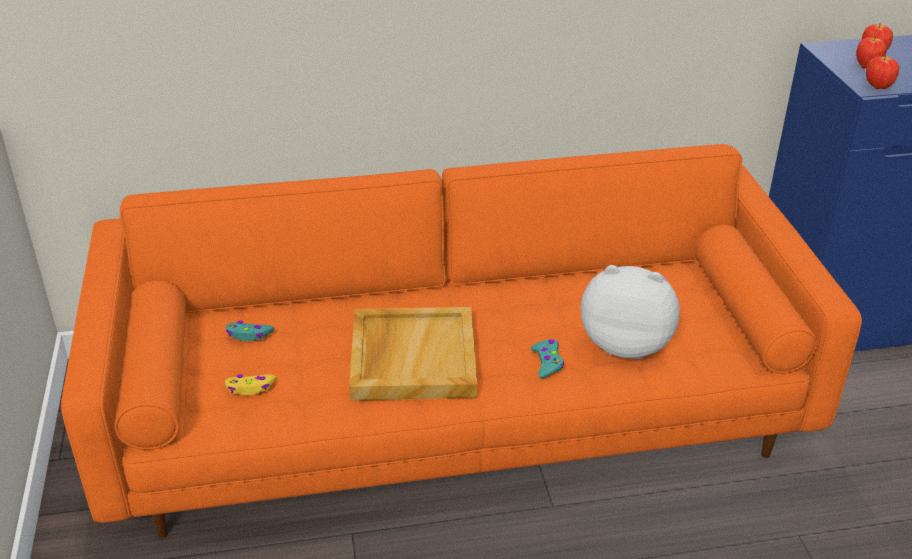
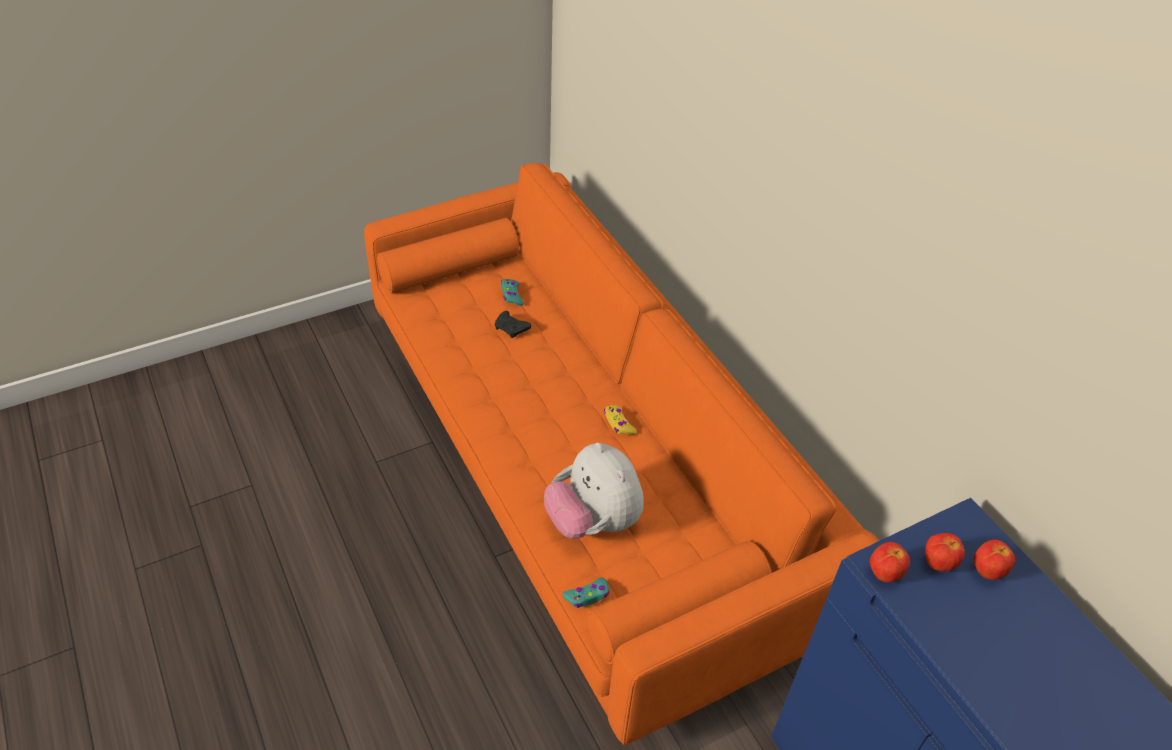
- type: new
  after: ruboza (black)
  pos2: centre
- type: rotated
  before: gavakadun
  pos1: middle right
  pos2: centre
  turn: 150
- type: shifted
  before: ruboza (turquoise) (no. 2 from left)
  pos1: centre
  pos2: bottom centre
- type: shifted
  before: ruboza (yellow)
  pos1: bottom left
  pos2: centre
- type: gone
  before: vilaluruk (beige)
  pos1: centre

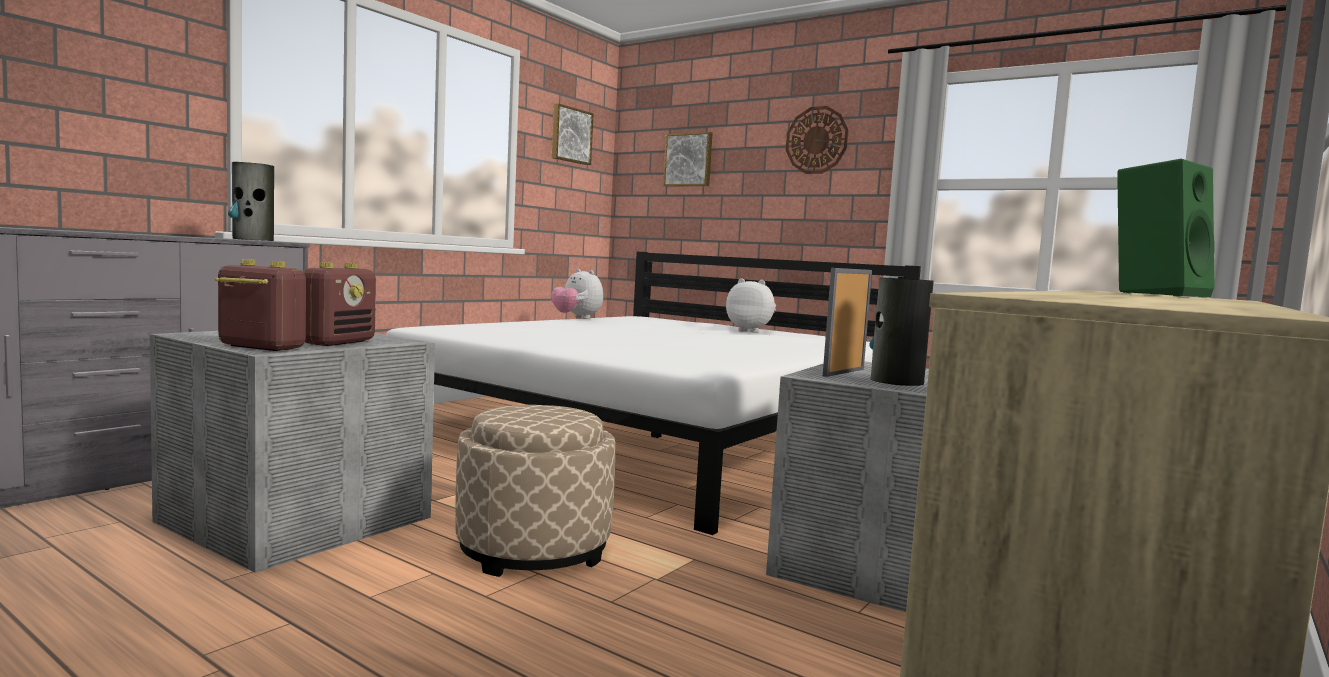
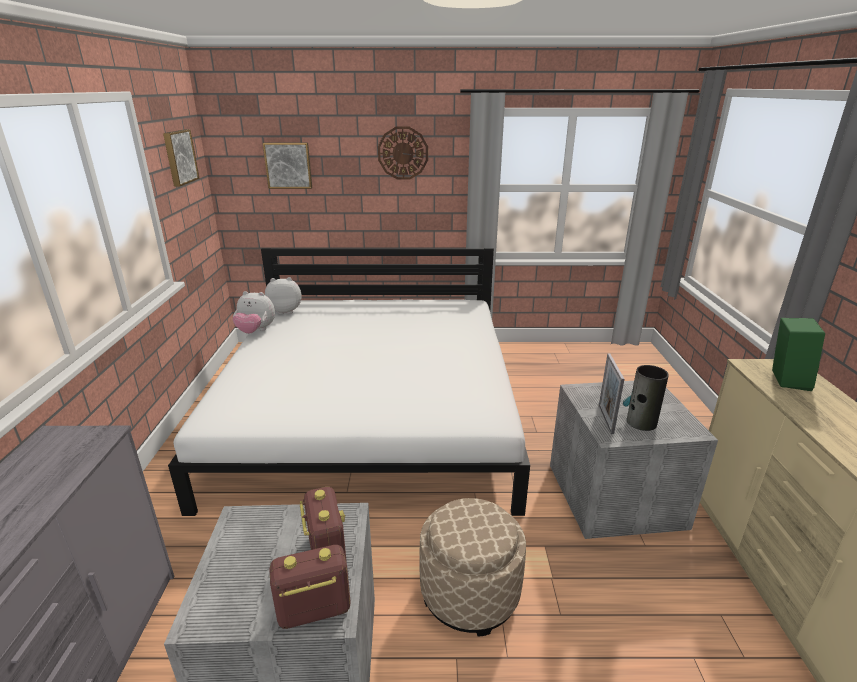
- type: shifted
  before: gavakadun (no. 2 from left)
  pos1: centre
  pos2: middle left
- type: gone
  before: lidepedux (no. 1 from left)
  pos1: top left

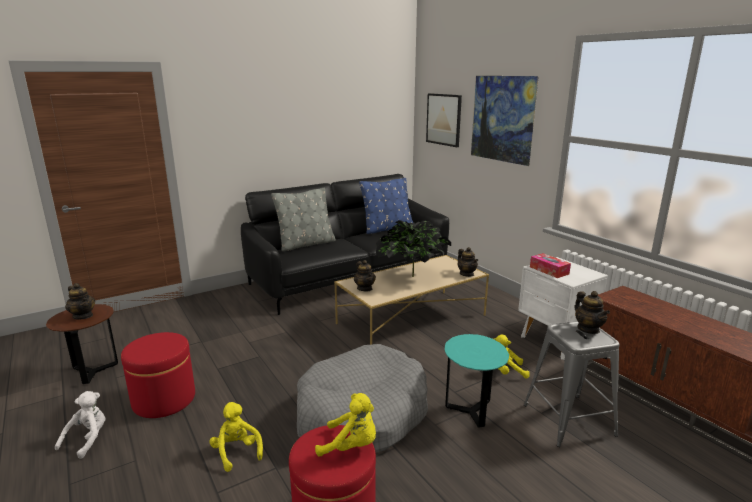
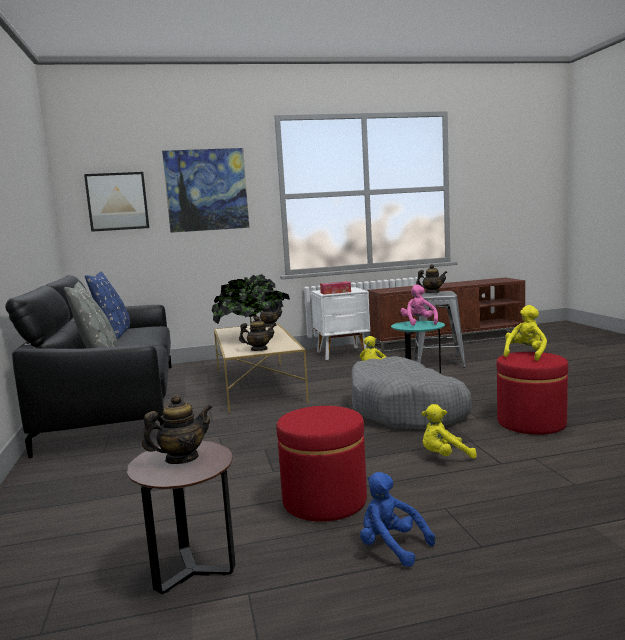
- type: repainted
  before: gavakadun (white)
  after: gavakadun (blue)
  pos1: bottom left
  pos2: bottom centre
- type: new
  after: gavakadun (pink)
  pos2: middle right

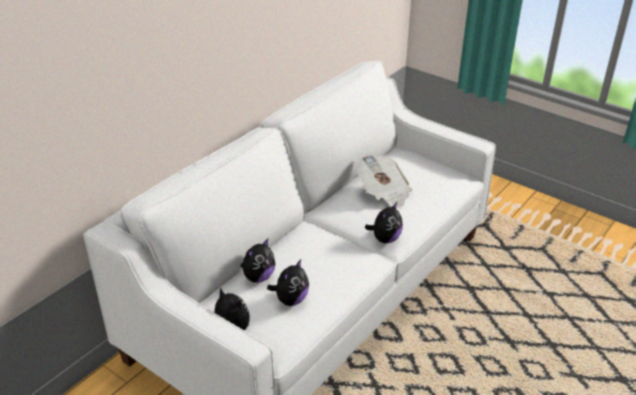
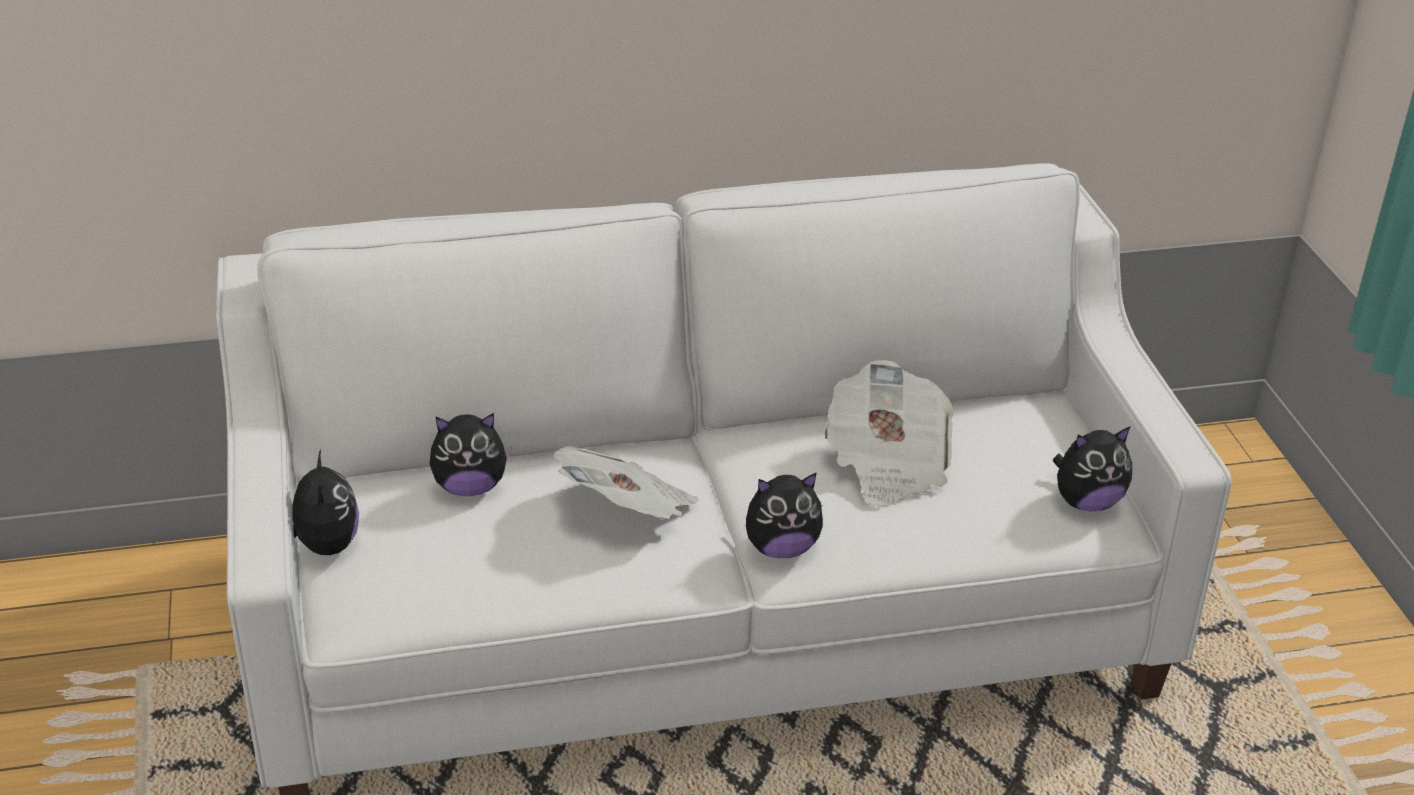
- type: new
  after: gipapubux (no. 1 from left)
  pos2: centre
- type: shifted
  before: gavakadun (no. 3 from left in the first image)
  after: gavakadun (no. 4 from left)
  pos1: bottom centre
  pos2: middle right

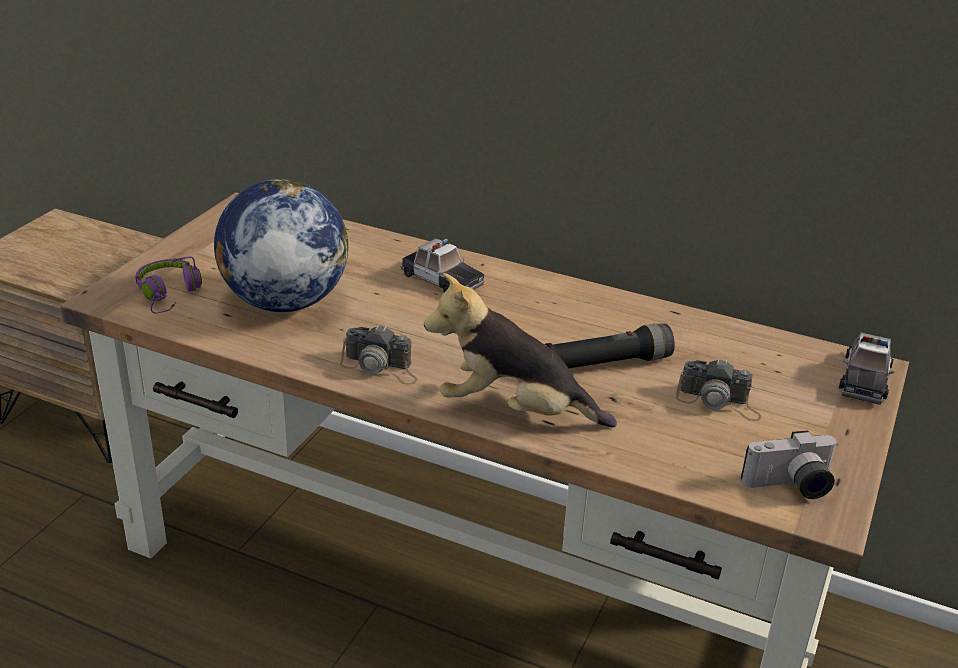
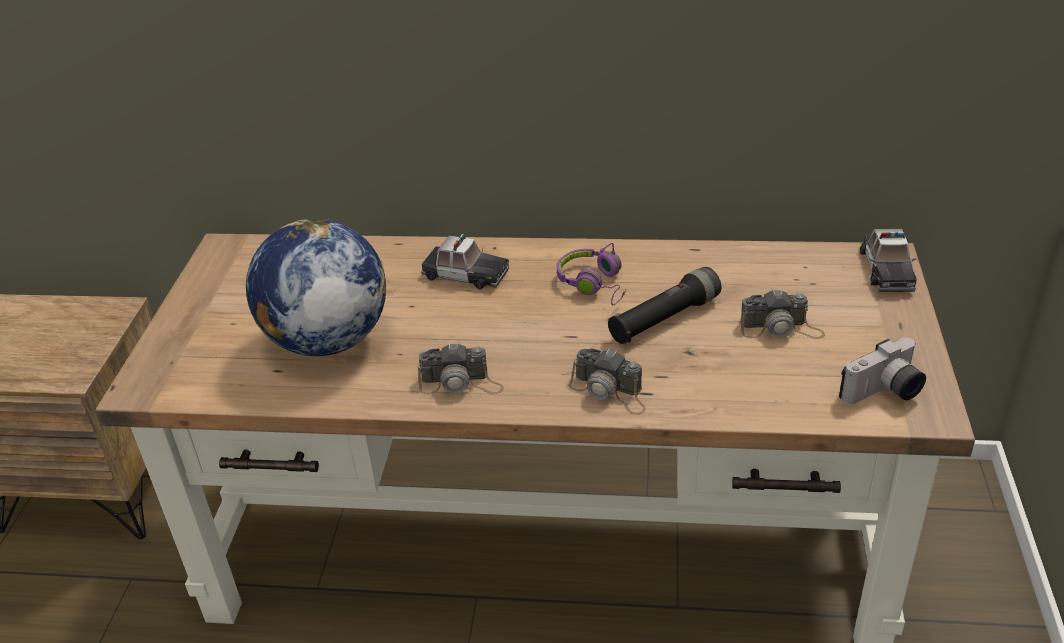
- type: shifted
  before: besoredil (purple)
  pos1: middle left
  pos2: centre
- type: swapped
  before: gavakadun
  after: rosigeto (no. 2 from left)
  pos1: centre
  pos2: centre

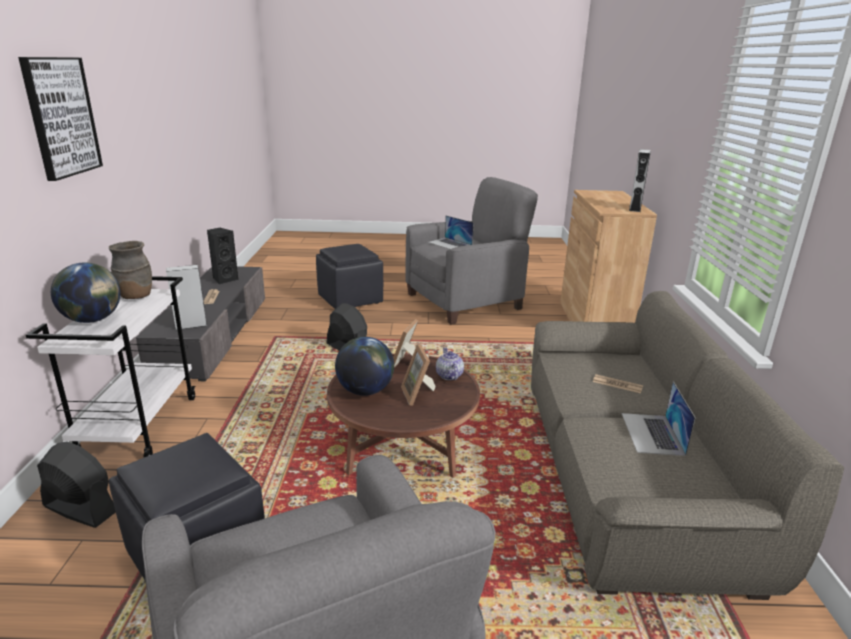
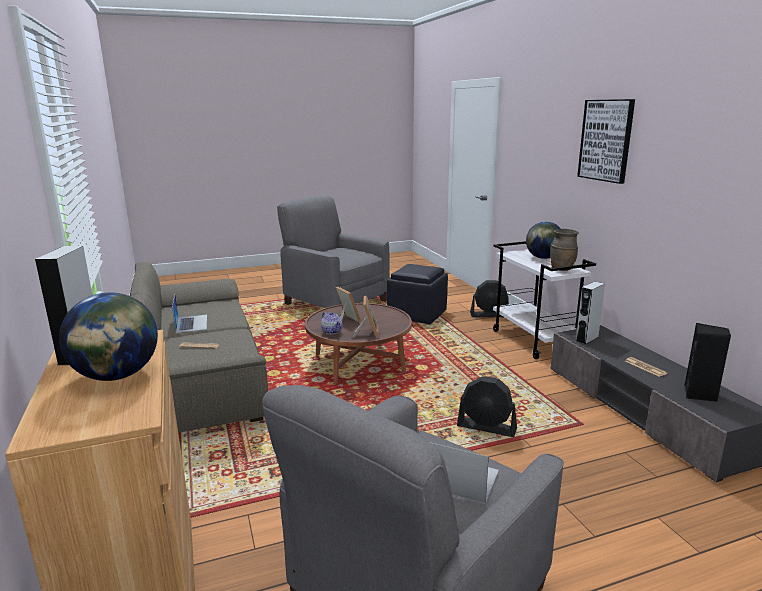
- type: shifted
  before: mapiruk (no. 2 from left in the first image)
  after: mapiruk (no. 1 from left)
  pos1: centre
  pos2: middle left
- type: gone
  before: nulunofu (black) (no. 2 from left)
  pos1: centre

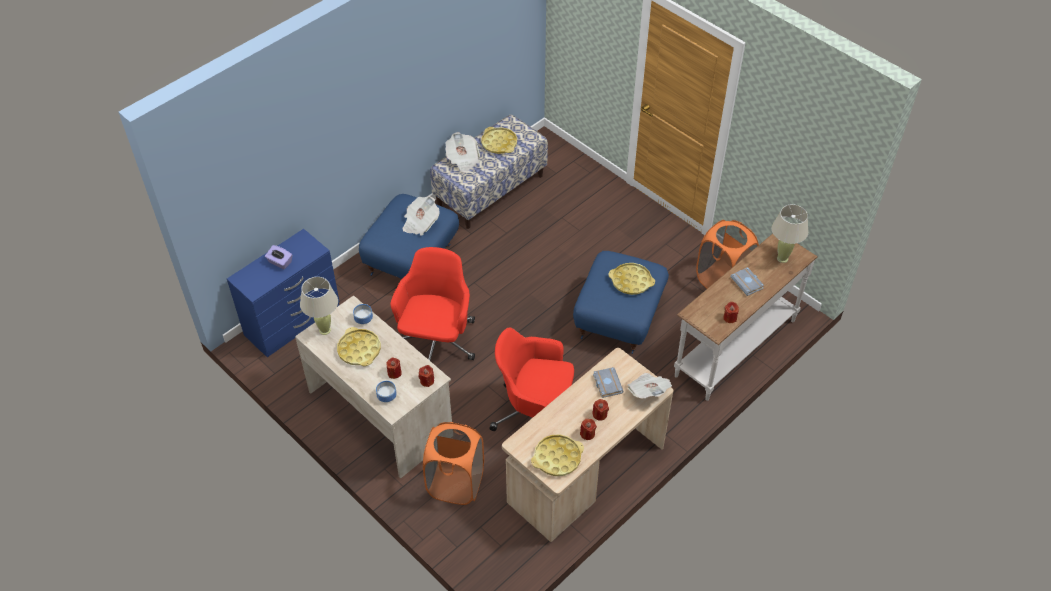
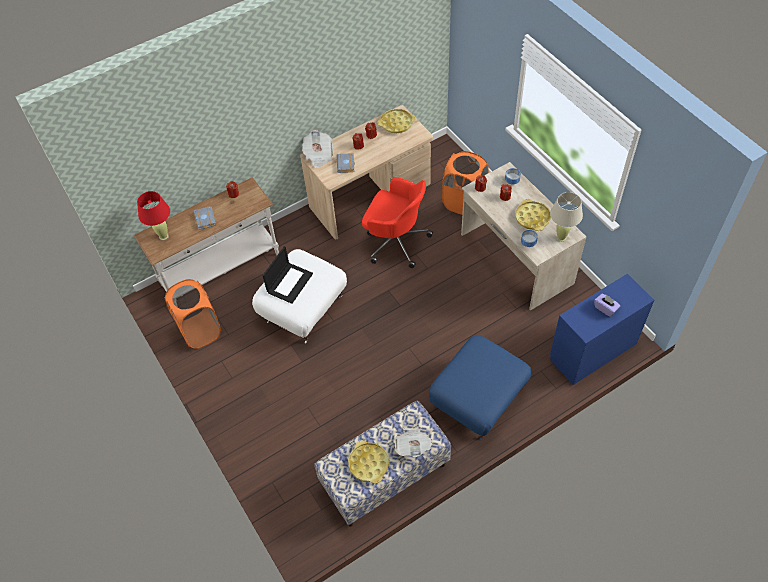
- type: repainted
  before: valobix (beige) (no. 2 from left)
  after: valobix (red)
  pos1: middle right
  pos2: middle left
- type: repainted
  before: nulunofu (blue) (no. 2 from left)
  after: nulunofu (white)
  pos1: centre
  pos2: centre
- type: swapped
  before: vilaluruk (yellow) (no. 4 from left)
  after: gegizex
  pos1: centre
  pos2: centre
- type: gone
  before: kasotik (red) (no. 1 from left)
  pos1: centre
- type: gone
  before: gipapubux (no. 1 from left)
  pos1: centre

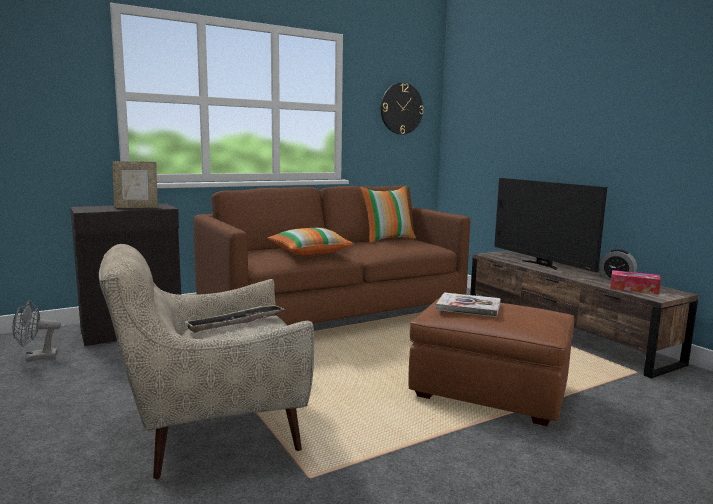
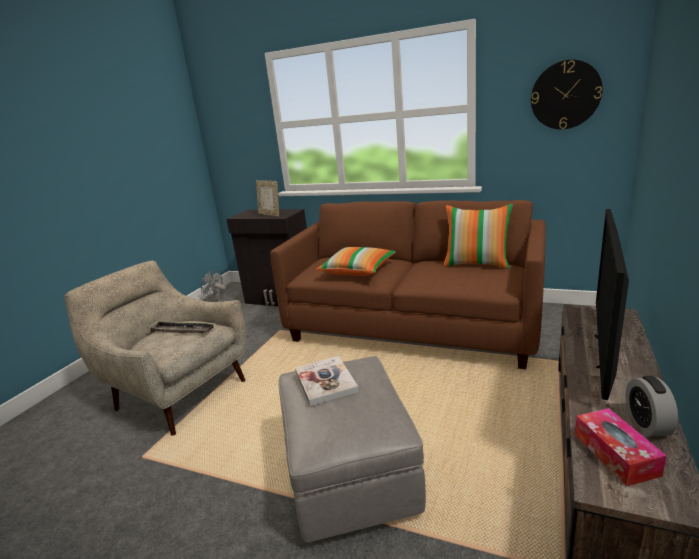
- type: repainted
  before: nulunofu (brown)
  after: nulunofu (grey)
  pos1: bottom right
  pos2: bottom centre

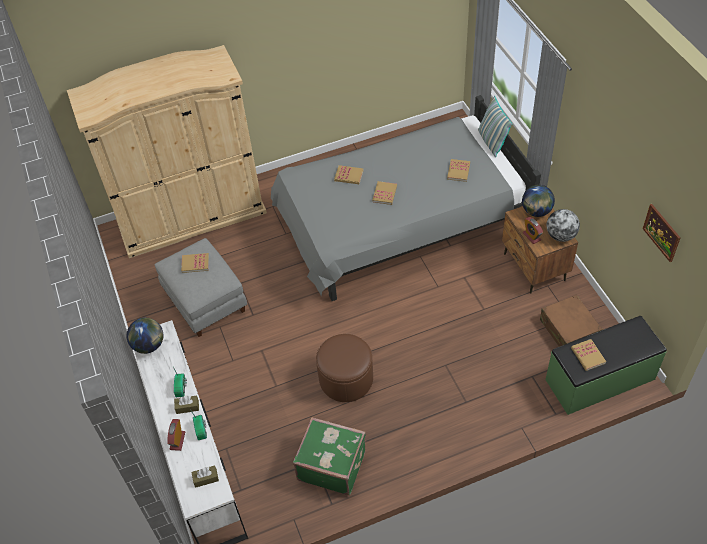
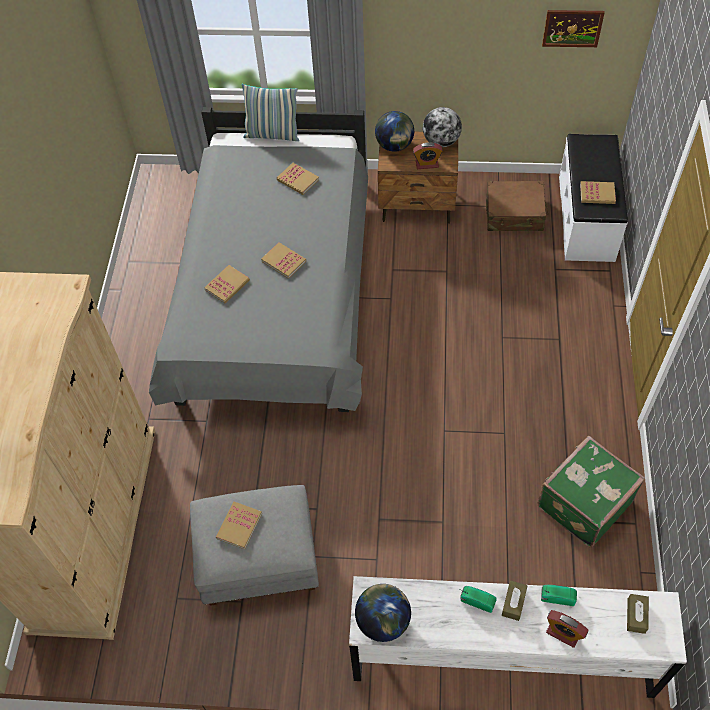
- type: repainted
  before: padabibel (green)
  after: padabibel (white)
  pos1: bottom right
  pos2: top right
- type: gone
  before: nulunofu (brown)
  pos1: bottom centre

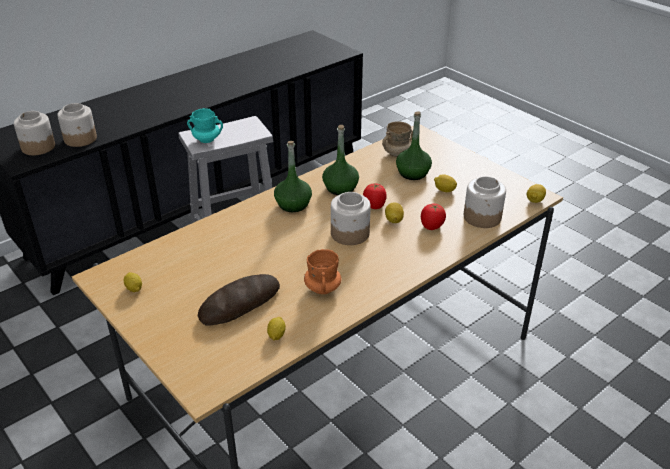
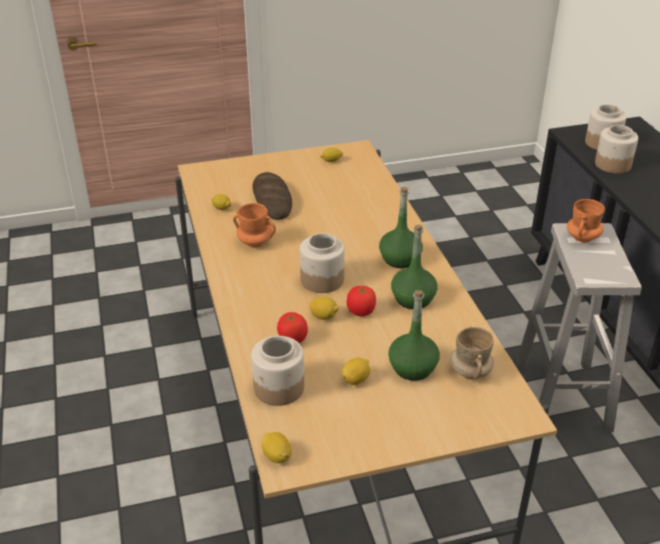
- type: repainted
  before: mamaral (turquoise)
  after: mamaral (orange) (no. 2 from left)
  pos1: top left
  pos2: middle right

